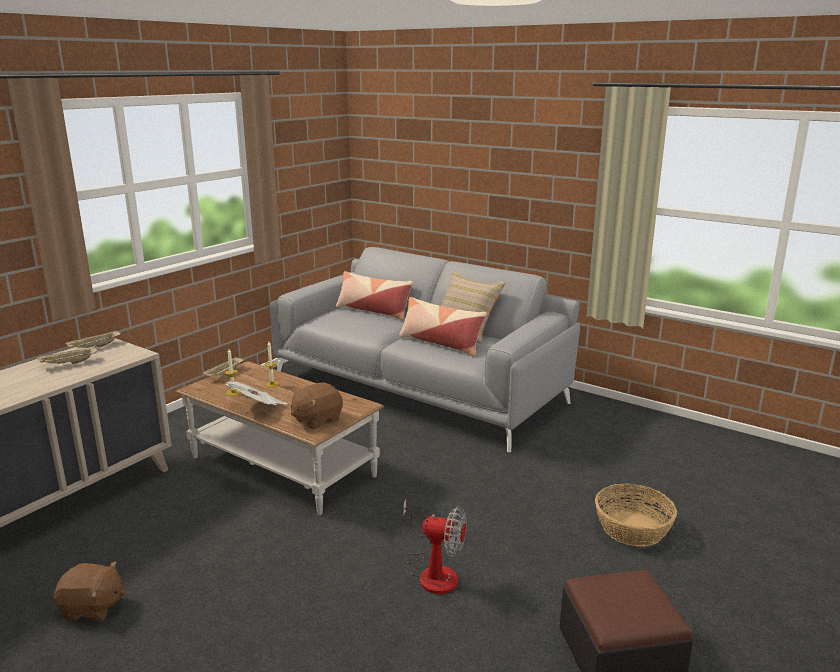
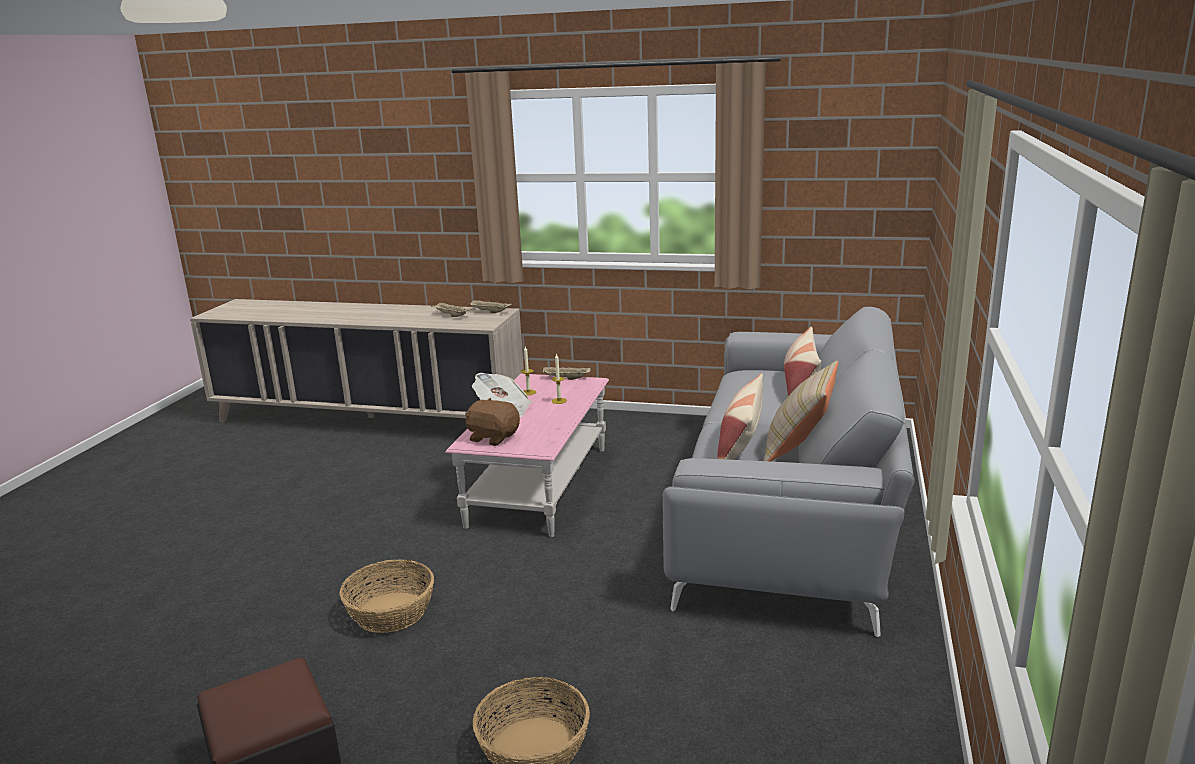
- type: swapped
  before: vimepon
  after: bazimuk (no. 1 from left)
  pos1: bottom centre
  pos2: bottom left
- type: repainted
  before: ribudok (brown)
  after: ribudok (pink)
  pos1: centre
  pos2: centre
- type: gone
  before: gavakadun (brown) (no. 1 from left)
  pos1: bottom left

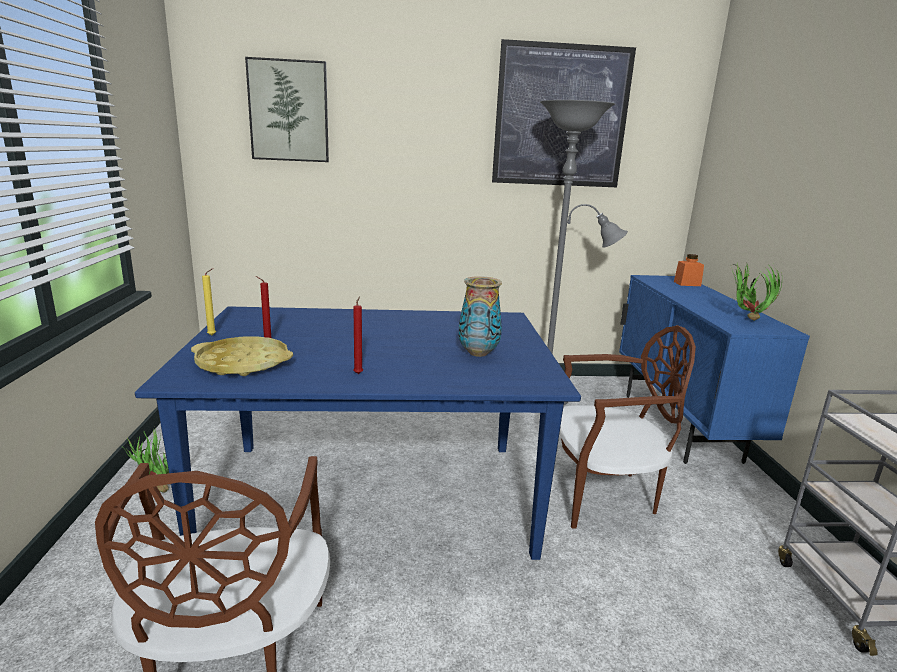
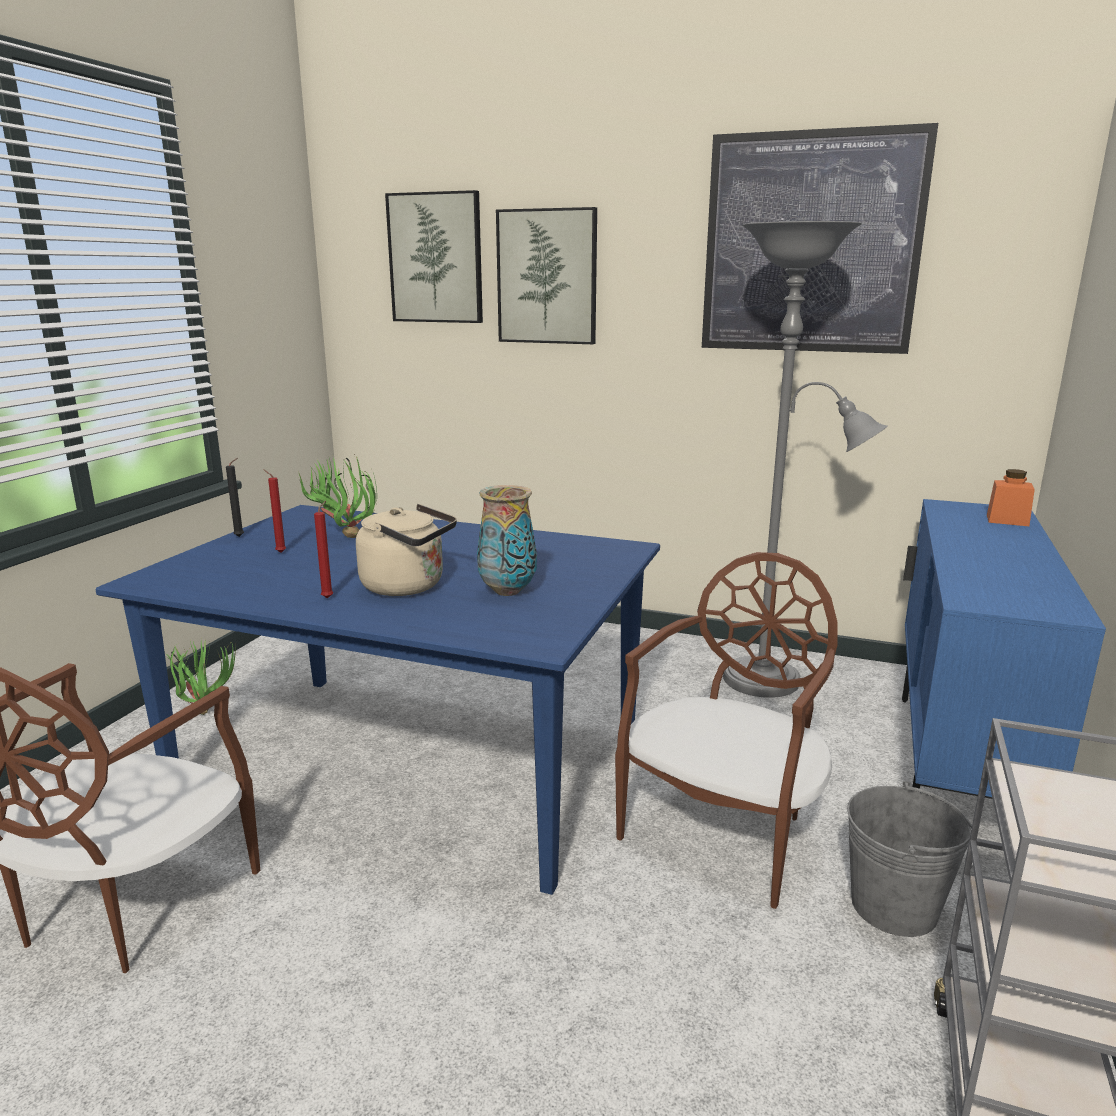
- type: repainted
  before: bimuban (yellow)
  after: bimuban (black)
  pos1: middle left
  pos2: middle left
- type: shifted
  before: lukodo (no. 2 from left)
  pos1: middle right
  pos2: middle left
- type: new
  after: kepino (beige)
  pos2: centre
- type: new
  after: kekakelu (no. 2 from left)
  pos2: top centre
- type: rotated
  before: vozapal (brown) (no. 2 from left)
  pos1: middle right
  pos2: centre
  turn: -75
- type: new
  after: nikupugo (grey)
  pos2: bottom right
- type: gone
  before: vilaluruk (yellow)
  pos1: middle left

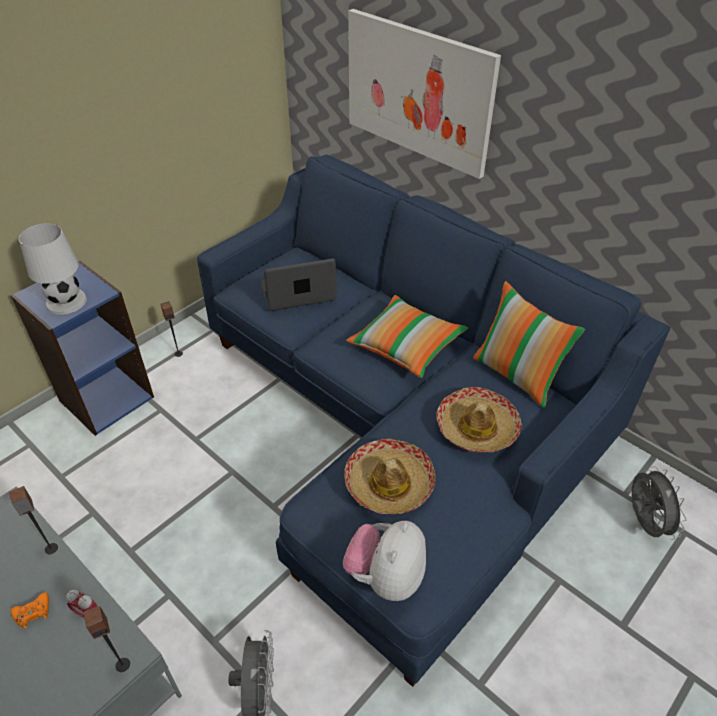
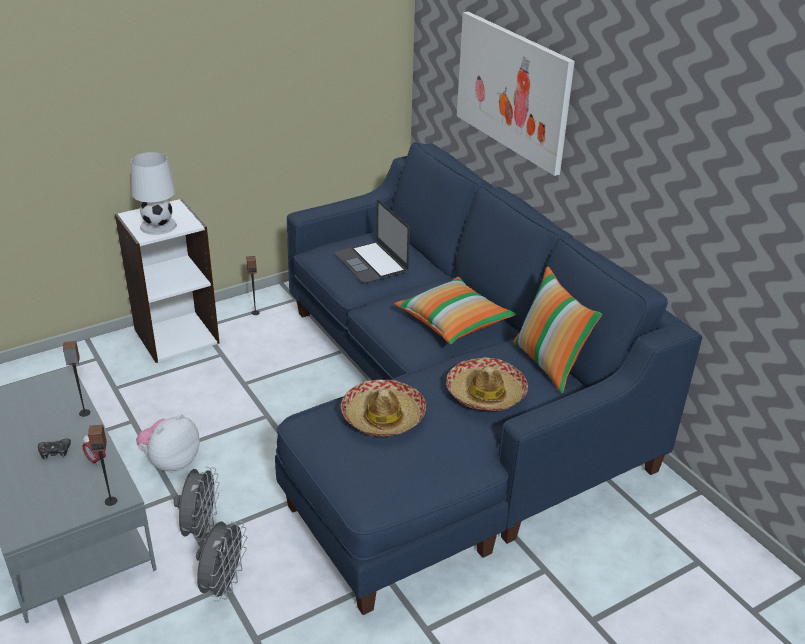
- type: repainted
  before: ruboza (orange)
  after: ruboza (black)
  pos1: bottom left
  pos2: bottom left
- type: repainted
  before: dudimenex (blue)
  after: dudimenex (white)
  pos1: middle left
  pos2: middle left
- type: shifted
  before: gavakadun
  pos1: bottom centre
  pos2: bottom left
- type: shifted
  before: vimepon (grey) (no. 2 from left in the first image)
  after: vimepon (grey) (no. 1 from left)
  pos1: bottom right
  pos2: bottom left
- type: rotated
  before: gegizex
  pos1: centre
  pos2: centre
  turn: -120

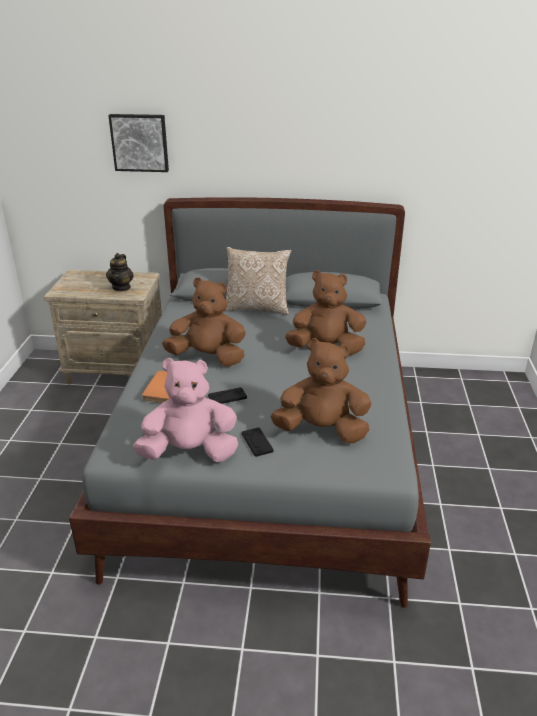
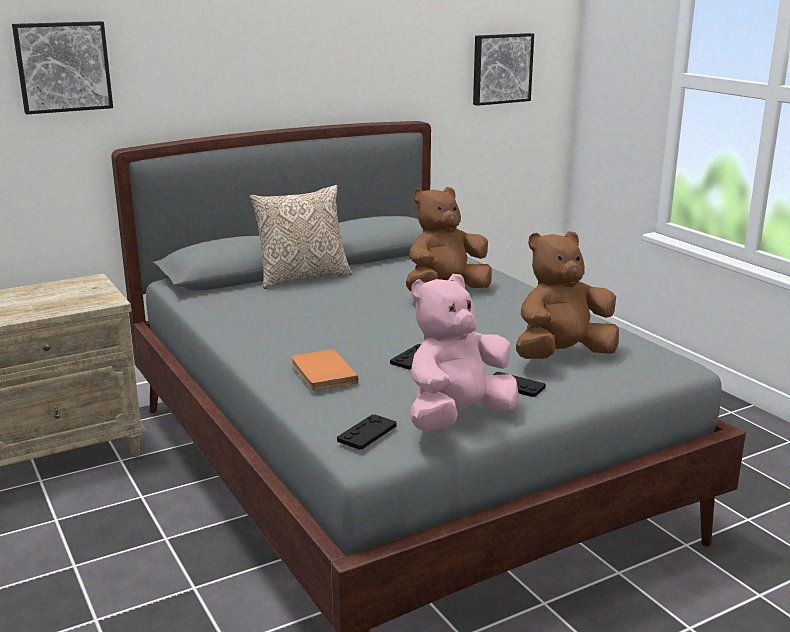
- type: new
  after: ruboza (black) (no. 1 from left)
  pos2: bottom centre
- type: new
  after: kekakelu (no. 2 from left)
  pos2: top centre
- type: gone
  before: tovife
  pos1: middle left
- type: gone
  before: gavakadun (brown) (no. 1 from left)
  pos1: centre

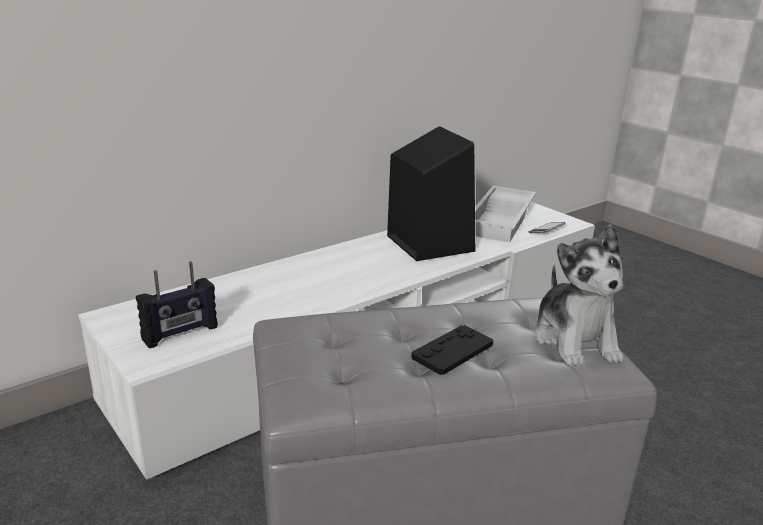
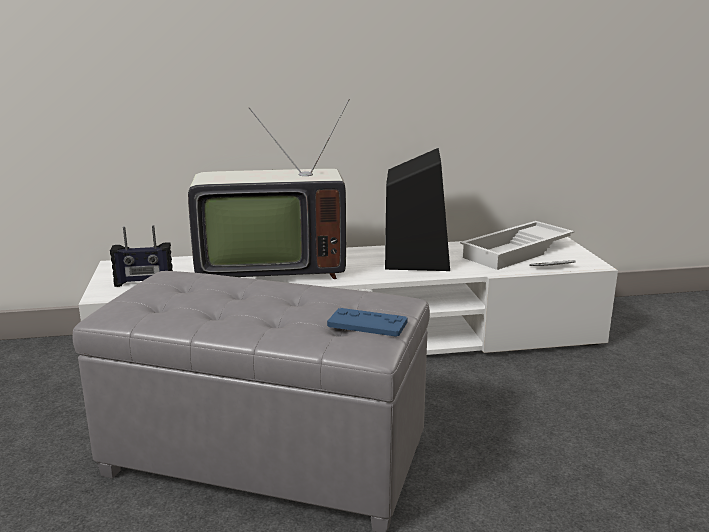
- type: new
  after: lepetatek
  pos2: centre
- type: swapped
  before: gavakadun
  after: ruboza (blue)
  pos1: middle right
  pos2: centre
- type: gone
  before: ruboza (black)
  pos1: bottom centre

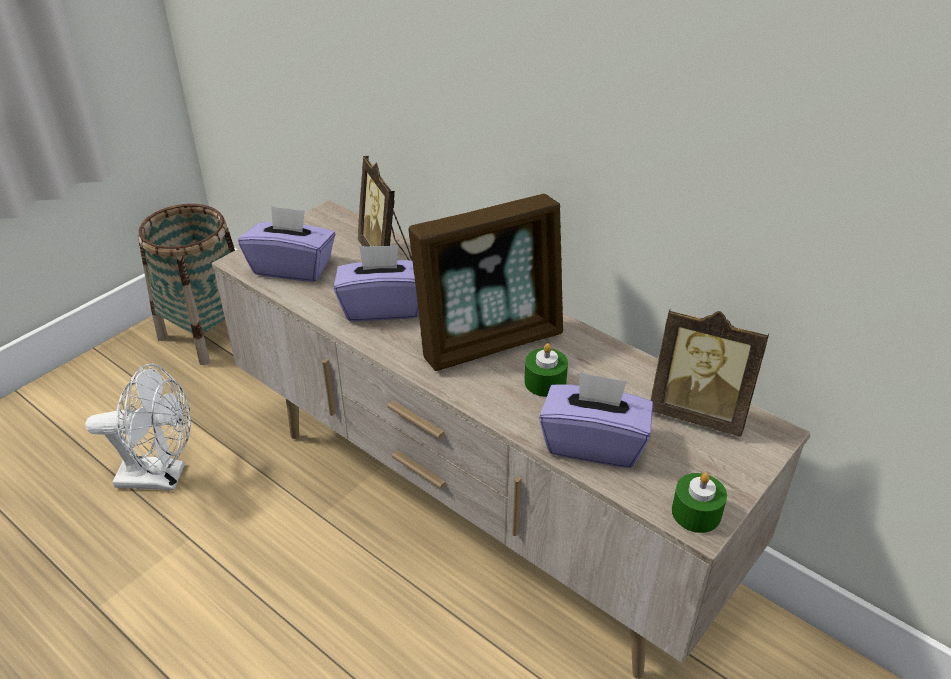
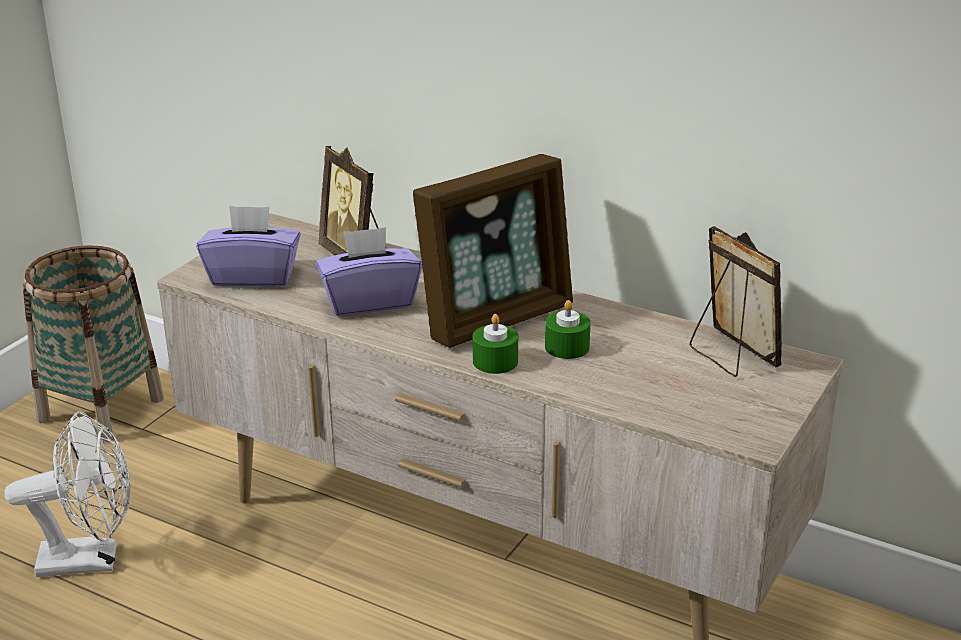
- type: shifted
  before: bimuban (green) (no. 2 from left in the first image)
  after: bimuban (green) (no. 1 from left)
  pos1: bottom right
  pos2: centre
- type: rotated
  before: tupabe (no. 3 from left)
  pos1: middle right
  pos2: middle right
  turn: -135
- type: gone
  before: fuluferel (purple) (no. 3 from left)
  pos1: centre

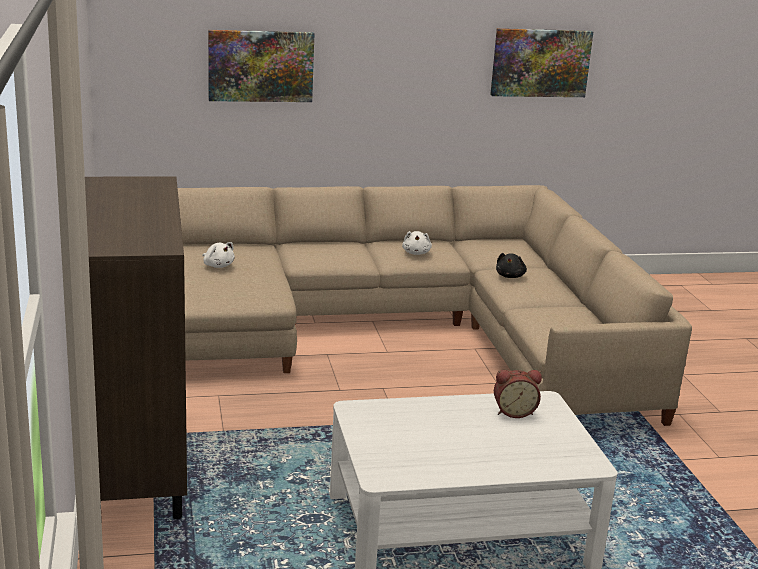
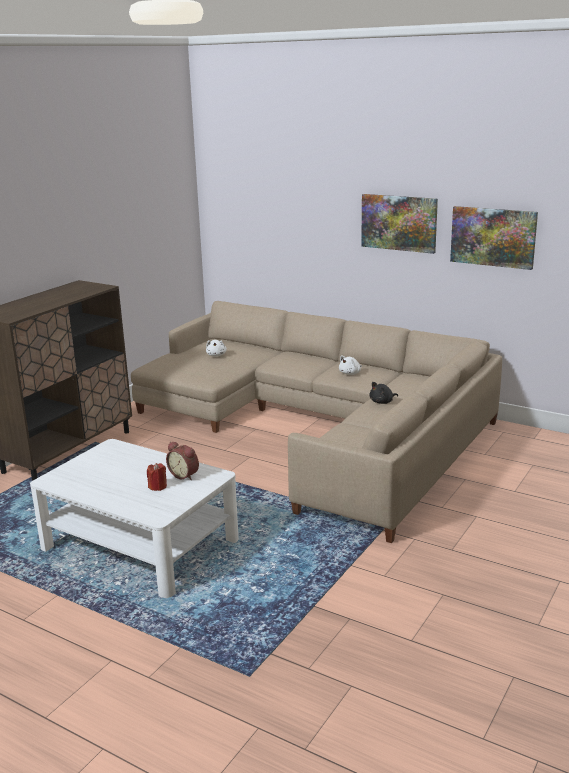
- type: new
  after: bimuban (red)
  pos2: middle left
- type: shifted
  before: kekakelu (no. 1 from left)
  pos1: top centre
  pos2: top right

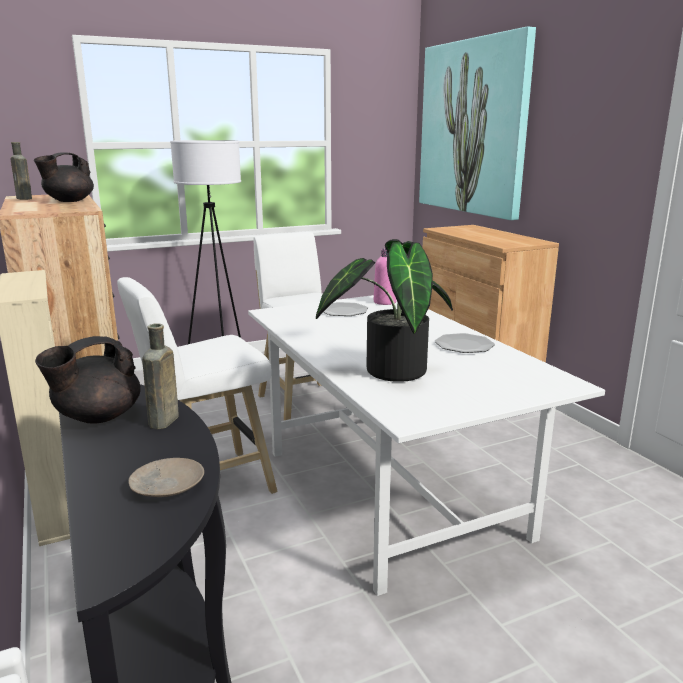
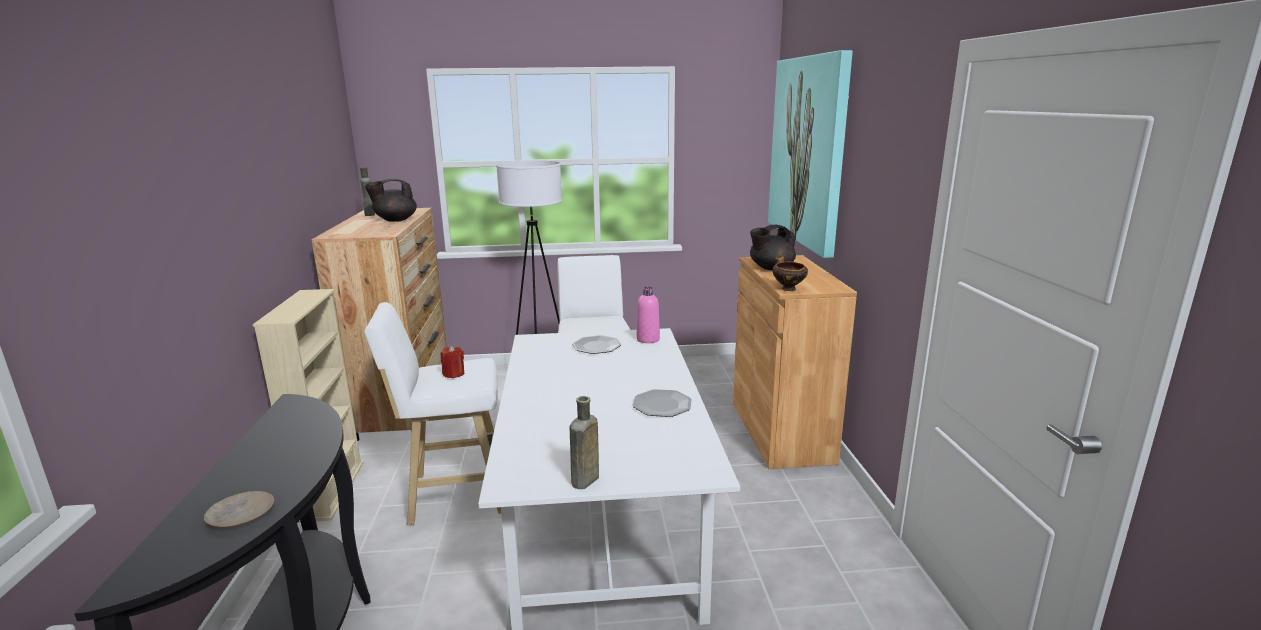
- type: new
  after: bimuban (red)
  pos2: centre
- type: shifted
  before: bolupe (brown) (no. 2 from left)
  pos1: middle left
  pos2: bottom centre
- type: shifted
  before: tovife (black) (no. 2 from left)
  pos1: middle left
  pos2: centre
- type: new
  after: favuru
  pos2: centre
- type: gone
  before: lukodo
  pos1: centre

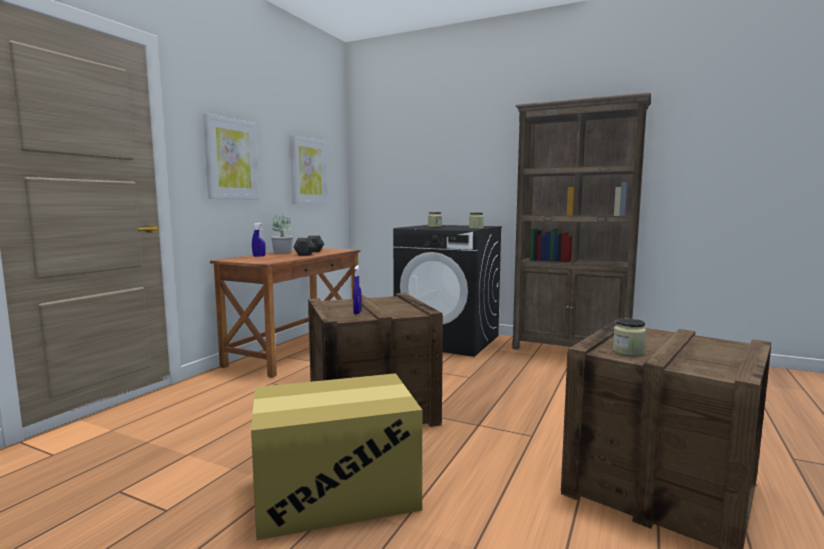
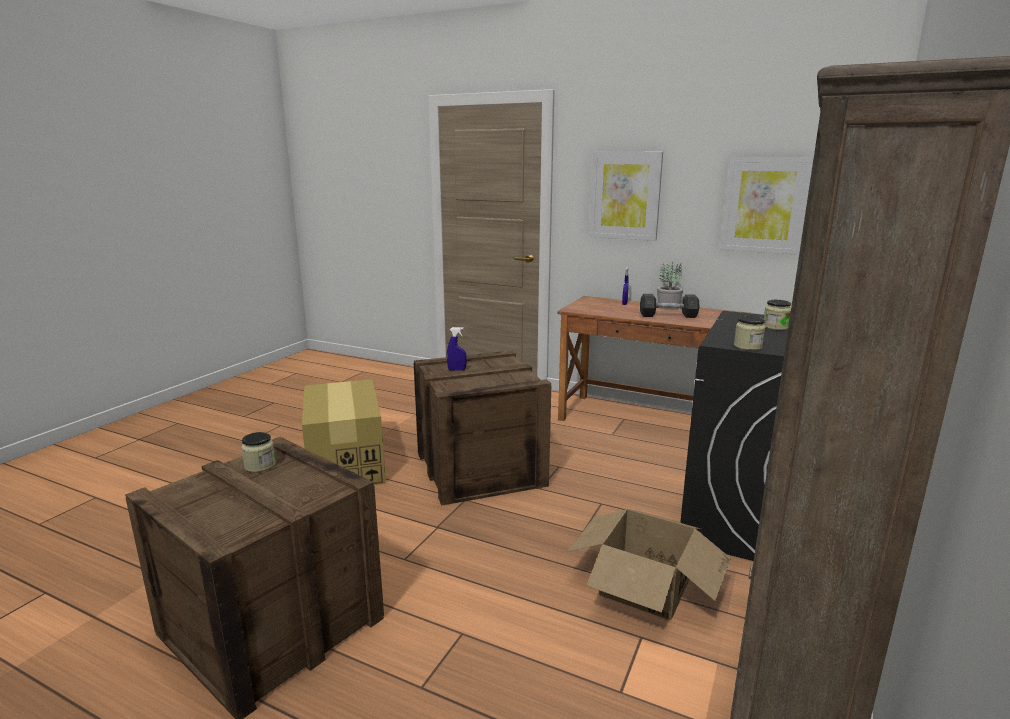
- type: new
  after: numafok (no. 2 from left)
  pos2: bottom centre

